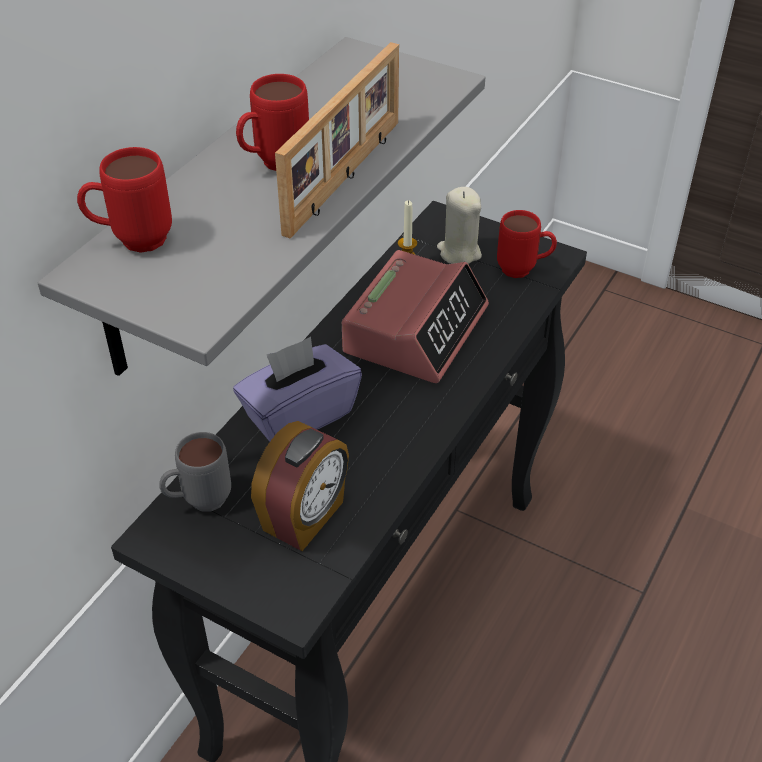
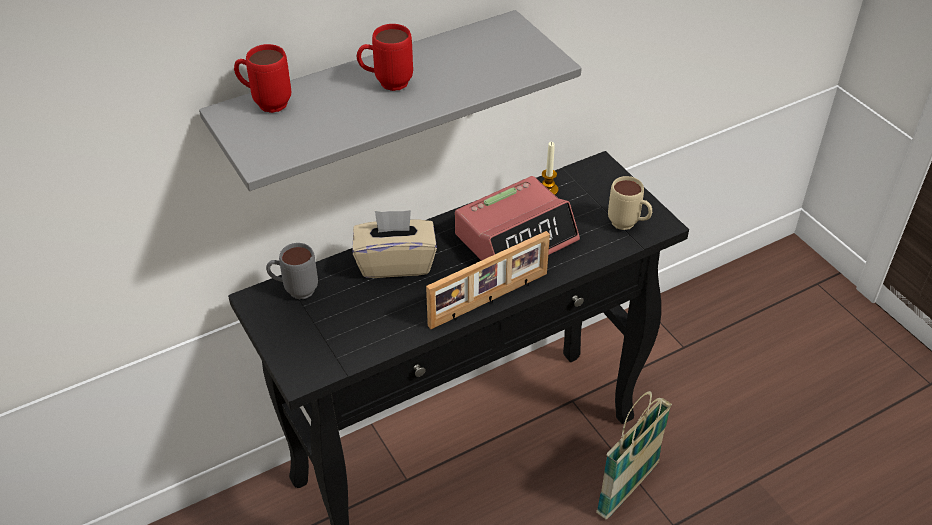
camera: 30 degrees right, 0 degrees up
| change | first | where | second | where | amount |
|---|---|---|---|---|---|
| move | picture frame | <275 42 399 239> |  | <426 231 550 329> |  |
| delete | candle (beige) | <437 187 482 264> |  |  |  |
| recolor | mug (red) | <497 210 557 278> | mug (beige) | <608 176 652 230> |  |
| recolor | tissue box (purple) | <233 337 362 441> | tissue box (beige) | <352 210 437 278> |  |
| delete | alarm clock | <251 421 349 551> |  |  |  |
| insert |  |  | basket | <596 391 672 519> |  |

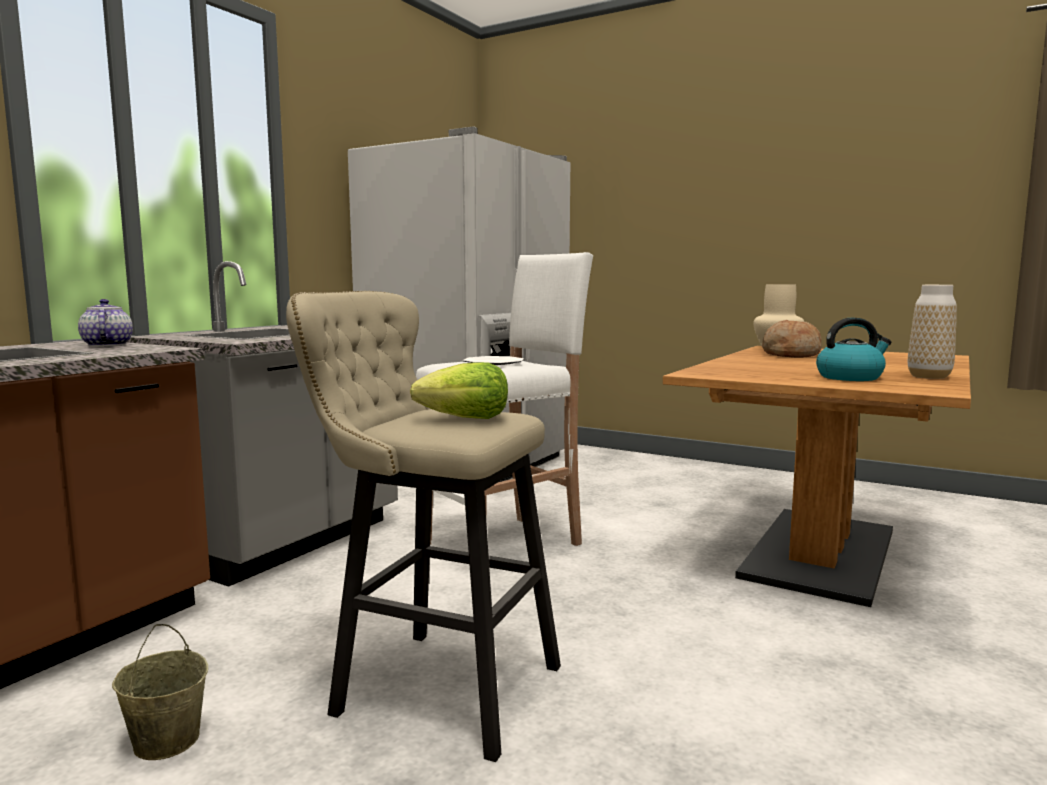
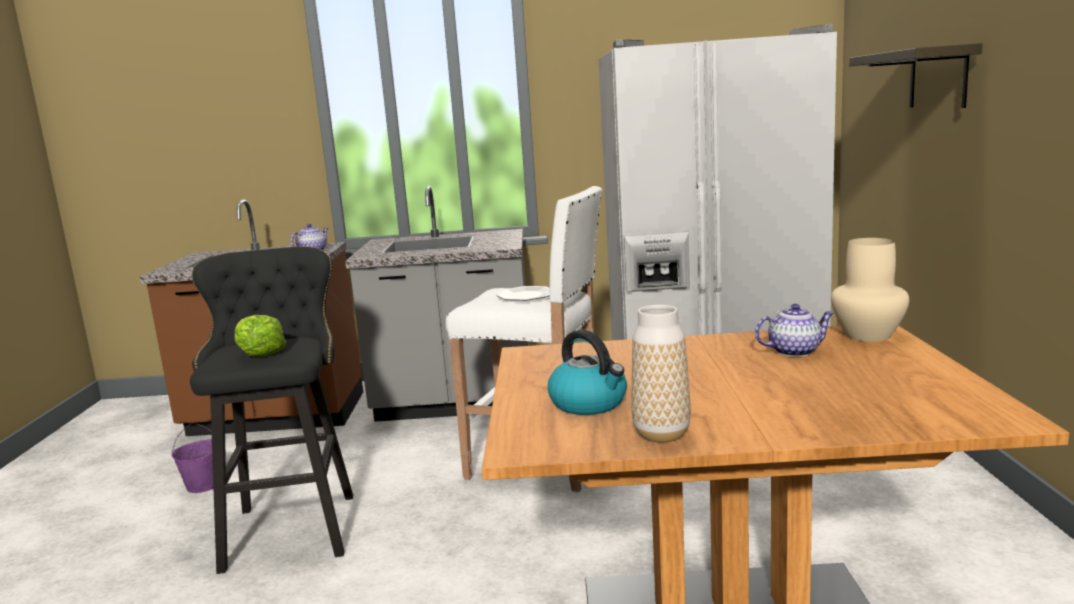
camera: 60 degrees right, 5 degrees up
| change | first | where | second | where | amount |
|---|---|---|---|---|---|
| recolor | stool (beige) | <286 291 561 762> | stool (black) | <190 246 353 574> |  |
| replace | bread | <762 320 822 358> | teapot | <755 304 834 357> |  |
| recolor | bucket (beige) | <112 624 208 760> | bucket (purple) | <172 423 213 493> |  |
| insert |  |  | shelf | <849 43 982 108> |  |

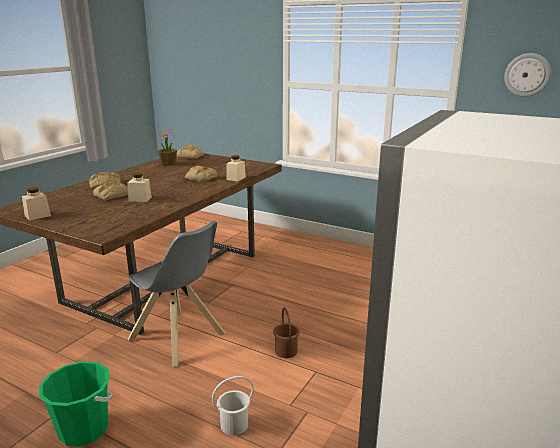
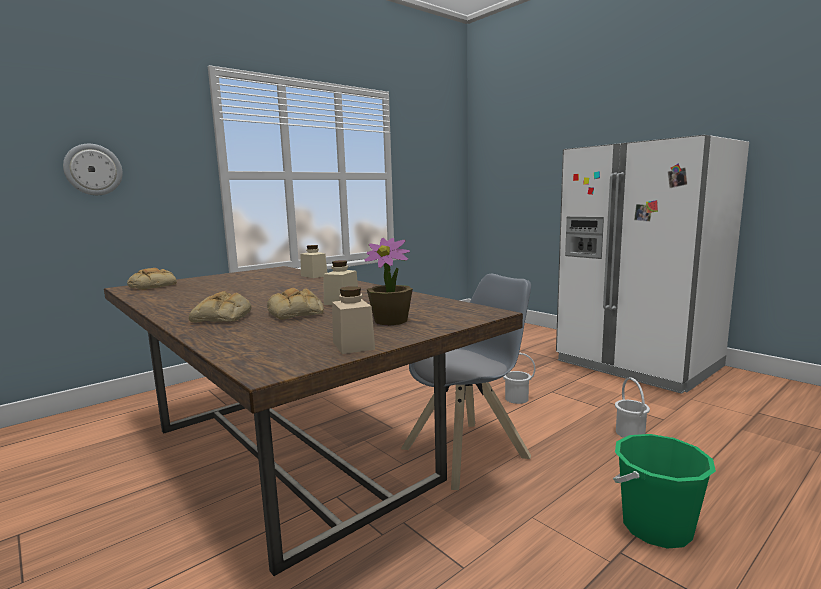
camera: 70 degrees left, 10 degrees down
| change | first | where | second | where | amount |
|---|---|---|---|---|---|
| move | wall clock | <504 53 551 97> |  | <63 144 123 195> |  |
| move | potted plant | <157 130 177 166> |  | <365 238 413 326> |  |
| delete | bread | <185 166 218 182> |  |  |  |
| recolor | bucket (brown) | <273 308 300 358> | bucket (white) | <503 353 535 404> |  |

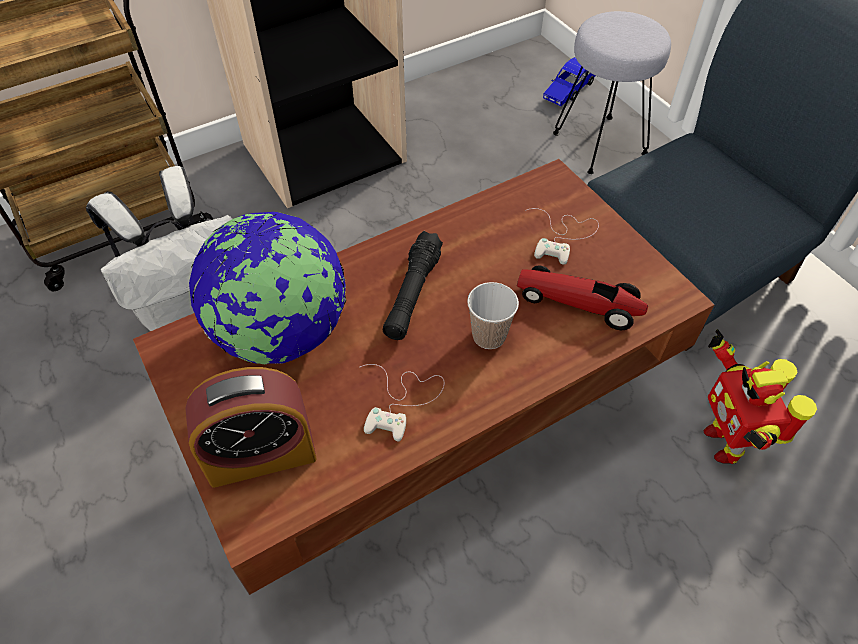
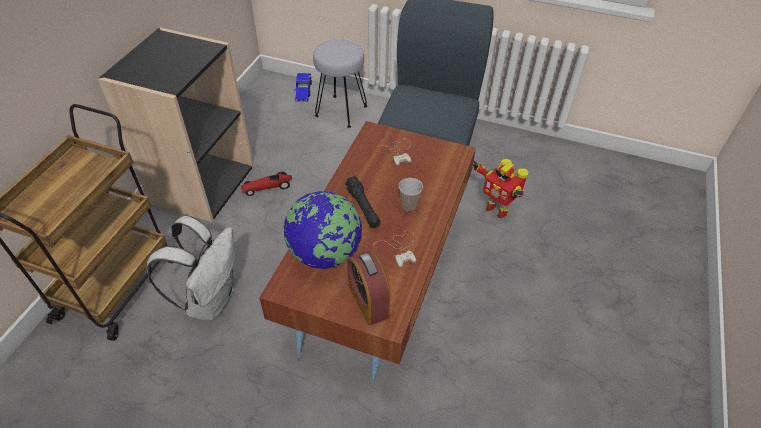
camera: 40 degrees left, 5 degrees down
| change | first | where | second | where | amount |
|---|---|---|---|---|---|
| move | toy car | <517 265 648 330> |  | <241 171 292 196> |  |
| rotate | alarm clock | <185 367 316 488> |  | <347 251 390 326> | 120 degrees clockwise |

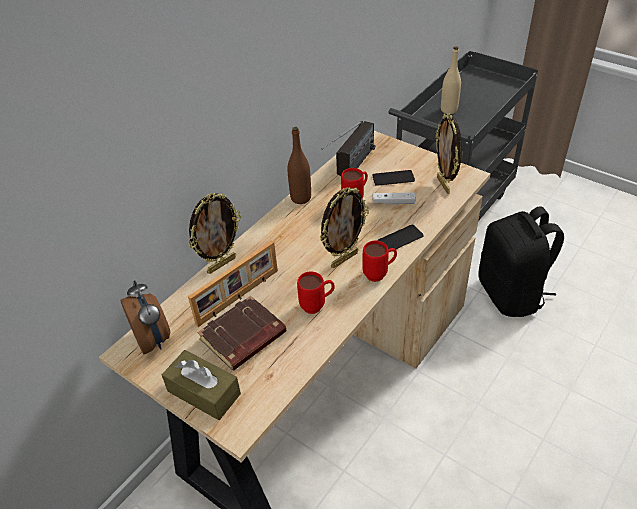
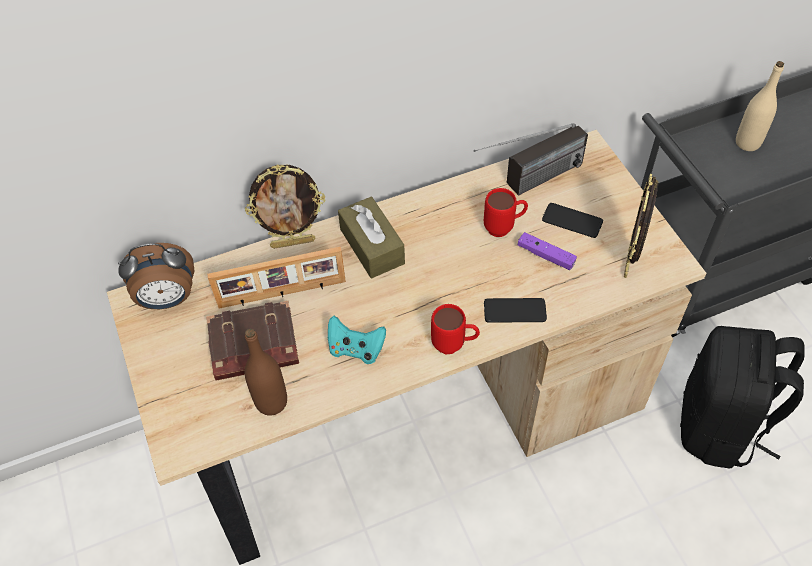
camera: 30 degrees right, 10 degrees up
| change | first | where | second | where | amount |
|---|---|---|---|---|---|
| move | bottle (brown) | <288 127 311 204> |  | <245 329 287 416> |  |
| delete | picture frame | <320 187 369 268> |  |  |  |
| recolor | game controller (white) | <373 193 416 204> | game controller (purple) | <518 232 577 270> |  |
| replace | mug (red) | <297 271 335 314> | game controller (turquoise) | <328 316 386 364> |  |
| rotate | alarm clock | <120 281 170 355> |  | <118 243 195 309> | 75 degrees clockwise |
| move | tissue box (brown) | <162 350 241 420> |  | <338 197 405 278> |  |

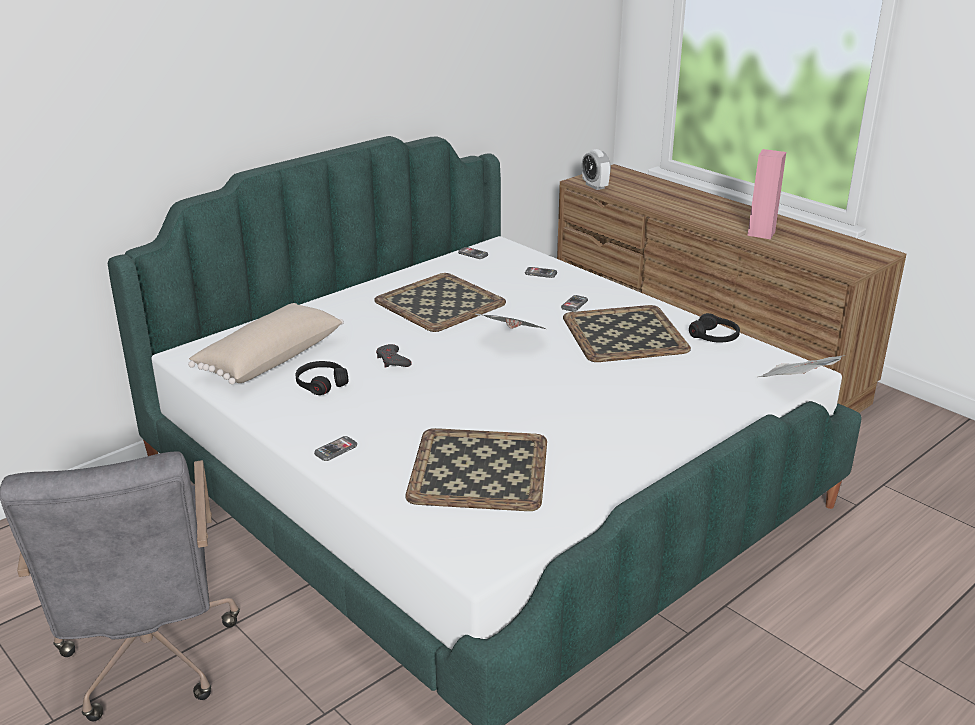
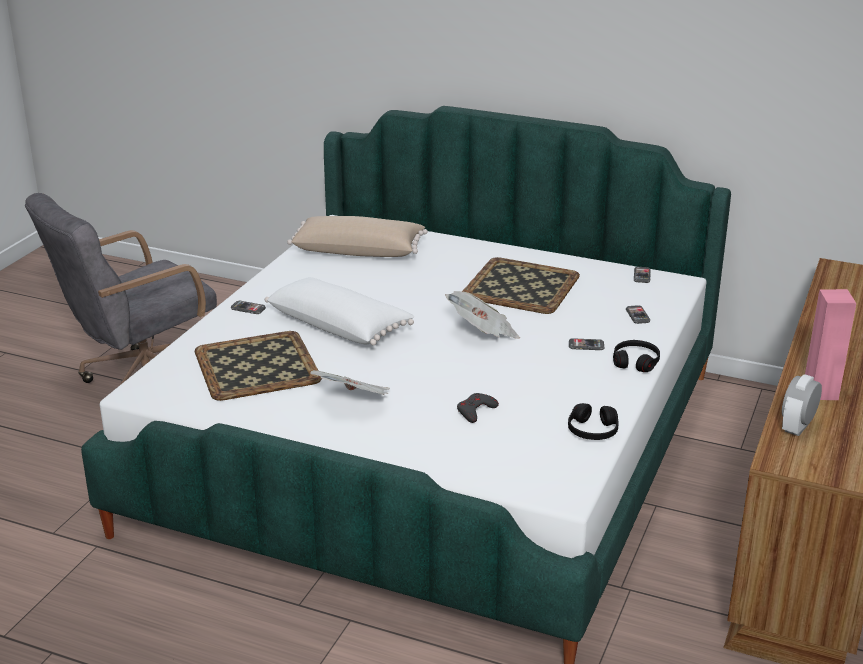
camera: 65 degrees right, 0 degrees up
| change | first | where | second | where | amount |
|---|---|---|---|---|---|
| move | alarm clock | <582 149 611 190> |  | <782 374 822 436> |  |
| delete | tray | <563 305 691 362> |  |  |  |
| move | game controller (grey) | <376 344 412 368> |  | <457 393 499 423> |  |
| move | newspaper | <759 355 845 377> |  | <310 370 390 395> |  |
| move | headphones (black) | <296 361 348 395> |  | <613 340 660 372> |  |
| insert |  |  | pillow (white) | <265 277 414 345> |  |

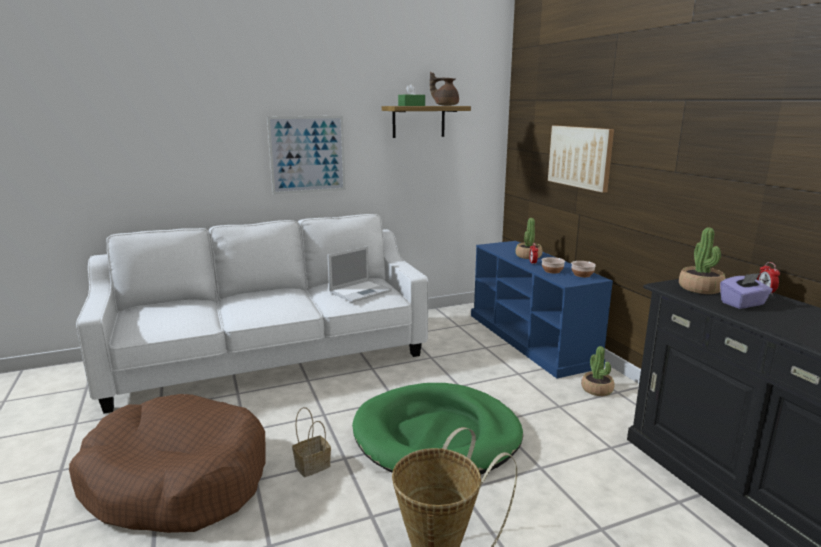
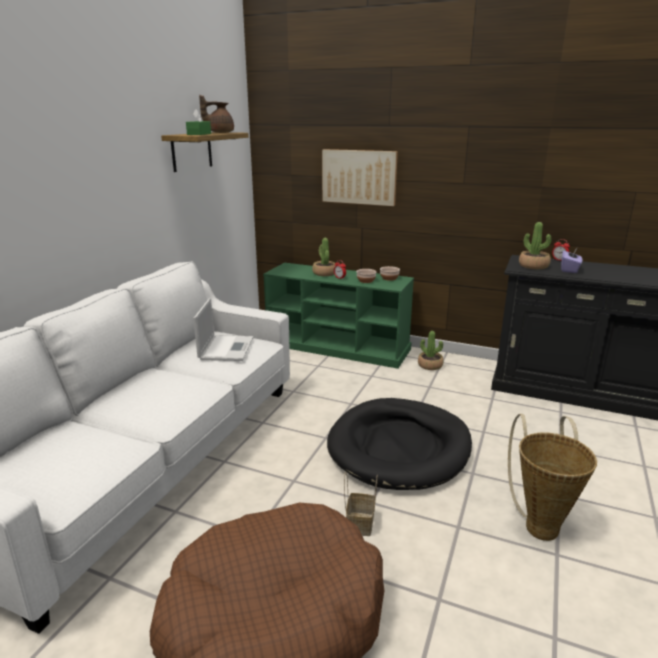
camera: 45 degrees left, 5 degrees up
| change | first | where | second | where | amount |
|---|---|---|---|---|---|
| delete | picture | <267 116 345 194> |  |  |  |
| recolor | tv stand (blue) | <471 241 613 378> | tv stand (green) | <263 263 414 369> |  |
| recolor | dog bed (green) | <352 383 523 474> | dog bed (black) | <327 398 472 490> |  |

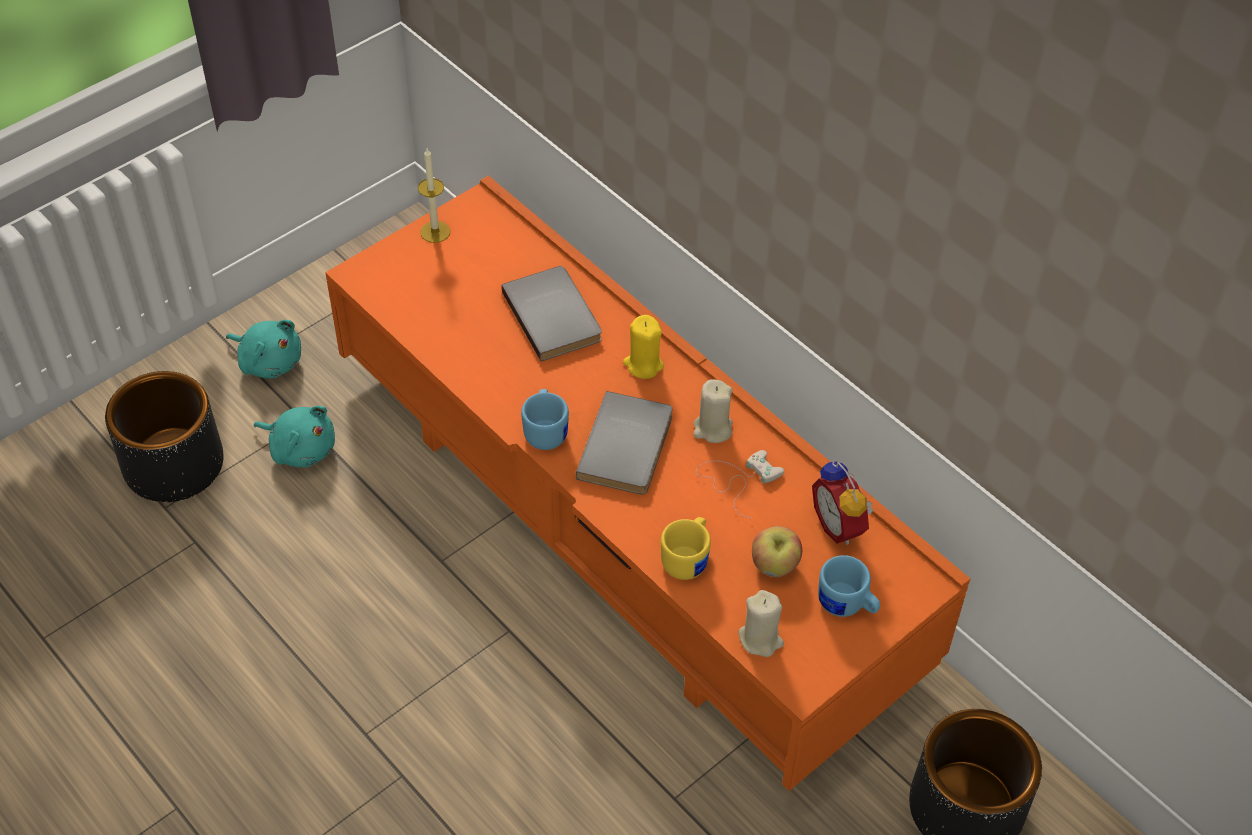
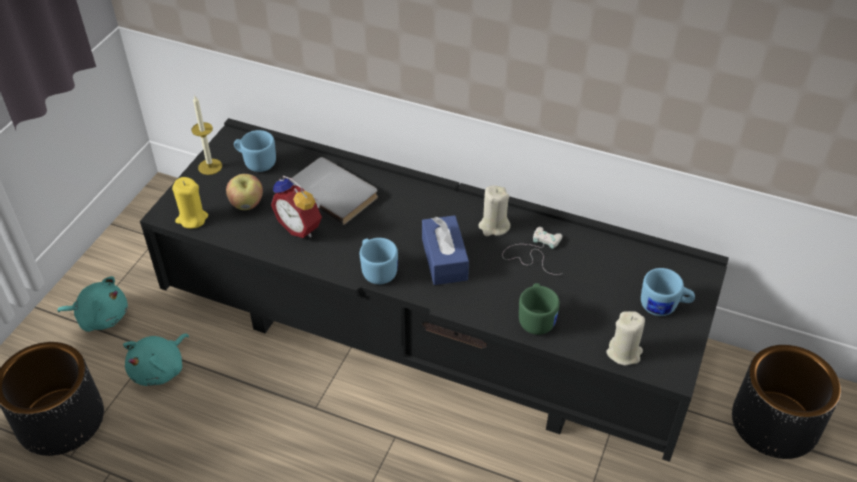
camera: 25 degrees left, 5 degrees down
| change | first | where | second | where | amount |
|---|---|---|---|---|---|
| recolor | tv stand (orange) | <325 175 970 791> | tv stand (black) | <140 118 729 462> |  |
| move | candle (yellow) | <623 315 664 379> |  | <172 177 208 229> |  |
| replace | book (grey) | <576 391 672 495> | tissue box (blue) | <422 215 469 285> |  |
| rotate | plush toy (turquoise) | <254 406 335 467> |  | <123 334 189 386> | 120 degrees clockwise |
| move | alarm clock | <812 461 874 545> |  | <271 176 322 238> |  |
| recolor | mug (yellow) | <661 517 711 580> | mug (green) | <519 283 560 335> |  |
| move | apple | <752 526 802 577> |  | <226 174 263 210> |  |
| insert |  |  | mug (blue) | <234 130 276 172> |  |

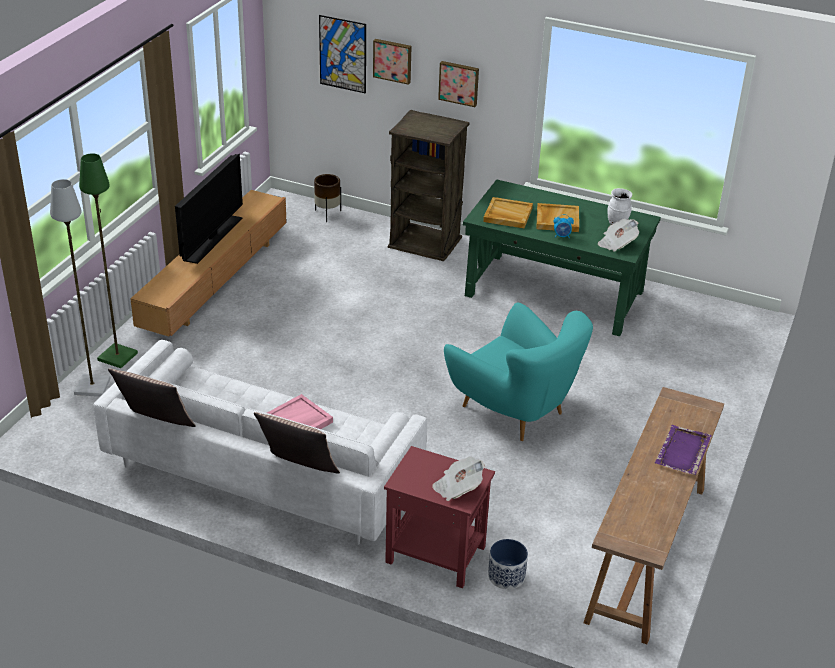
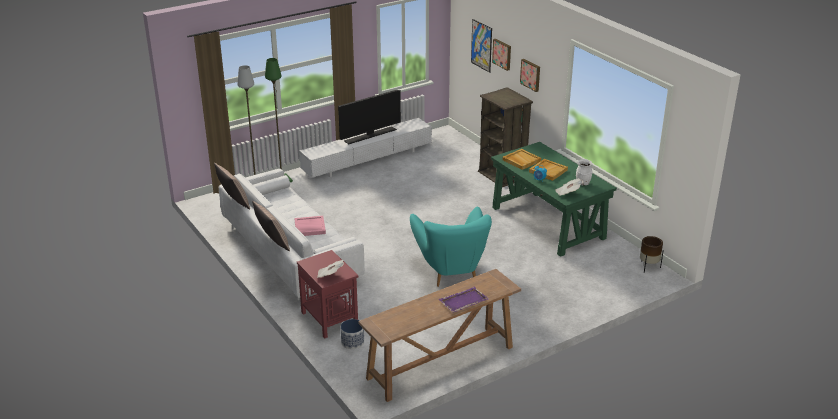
camera: 35 degrees right, 5 degrees down
| change | first | where | second | where | amount |
|---|---|---|---|---|---|
| move | planter (brown) | <314 174 341 222> |  | <640 236 664 273> |  |
| recolor | tv stand (brown) | <130 190 286 337> | tv stand (white) | <299 118 432 178> |  |

